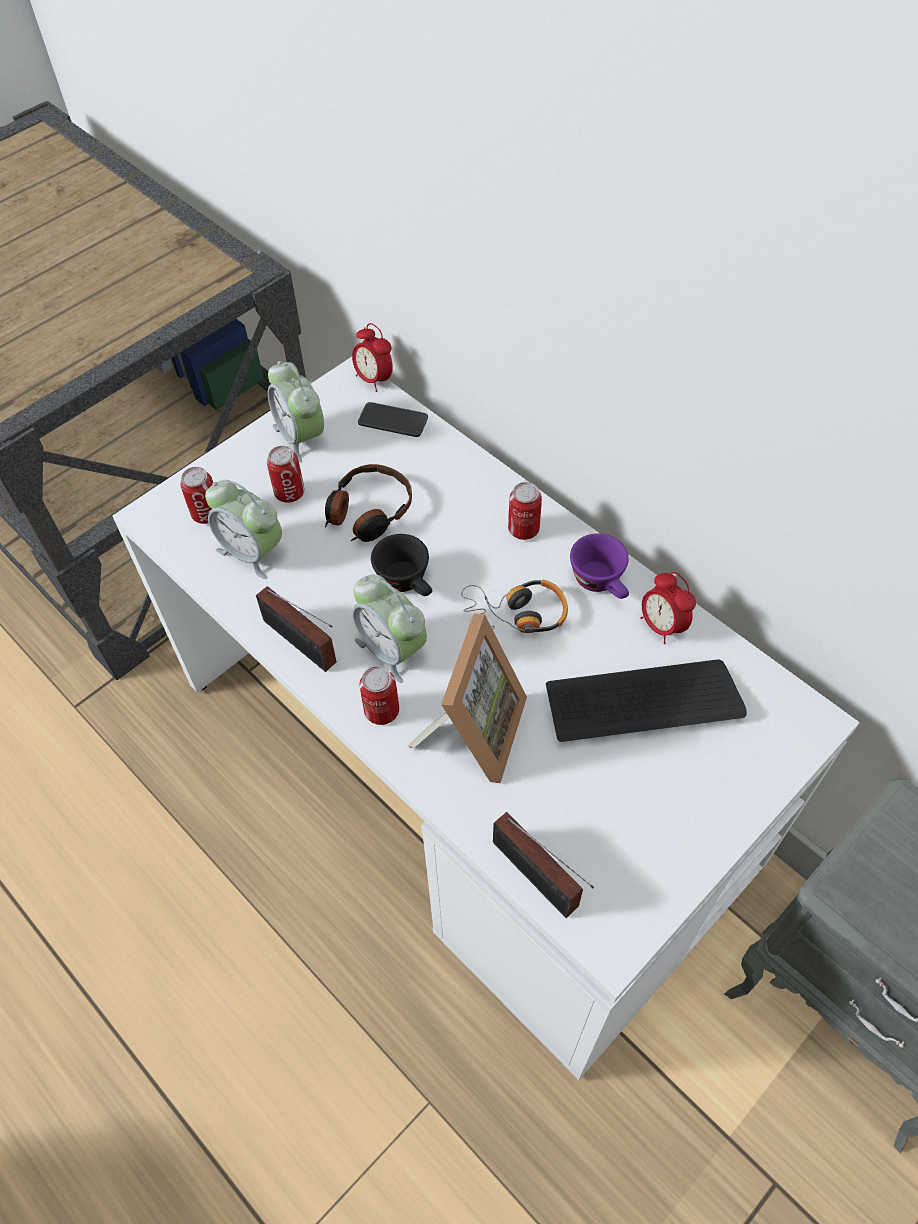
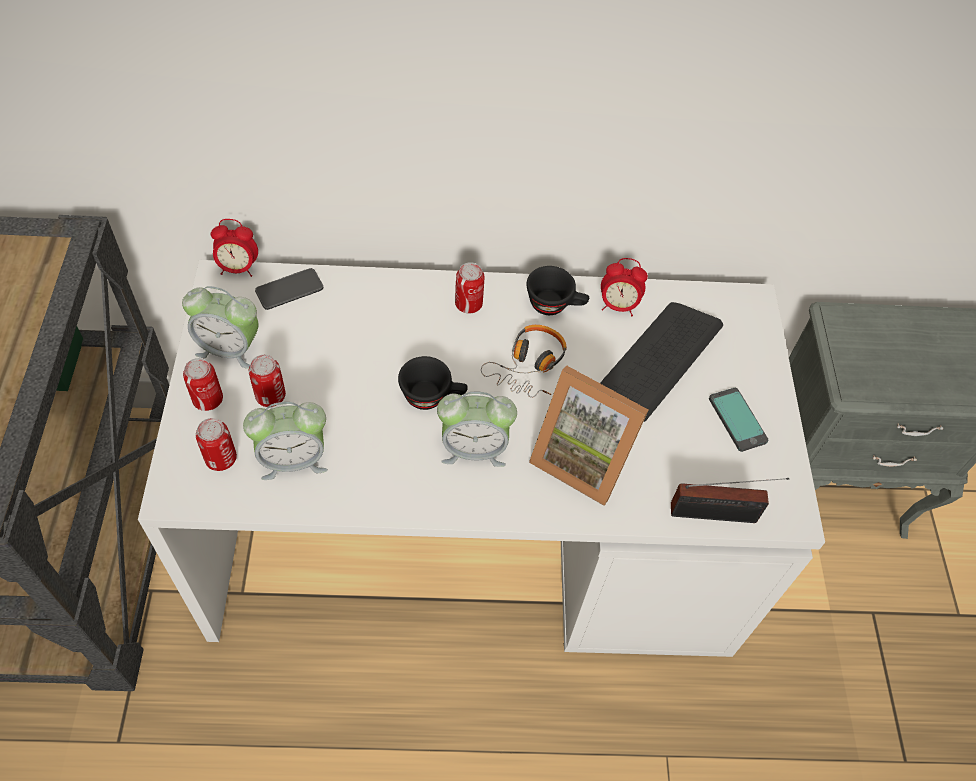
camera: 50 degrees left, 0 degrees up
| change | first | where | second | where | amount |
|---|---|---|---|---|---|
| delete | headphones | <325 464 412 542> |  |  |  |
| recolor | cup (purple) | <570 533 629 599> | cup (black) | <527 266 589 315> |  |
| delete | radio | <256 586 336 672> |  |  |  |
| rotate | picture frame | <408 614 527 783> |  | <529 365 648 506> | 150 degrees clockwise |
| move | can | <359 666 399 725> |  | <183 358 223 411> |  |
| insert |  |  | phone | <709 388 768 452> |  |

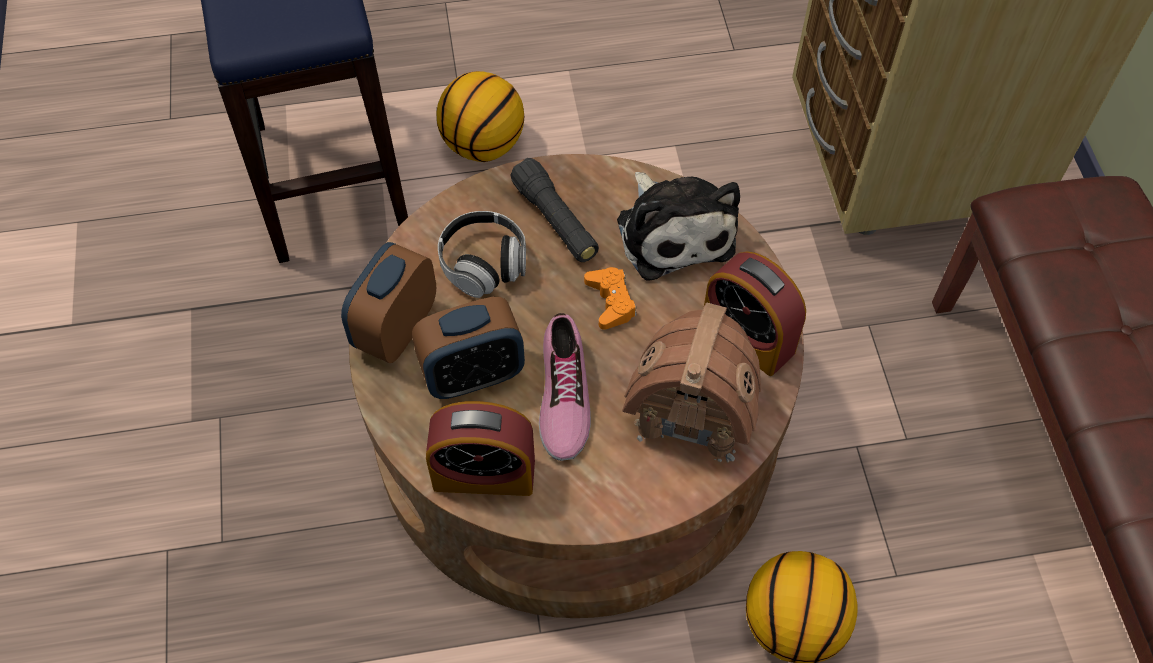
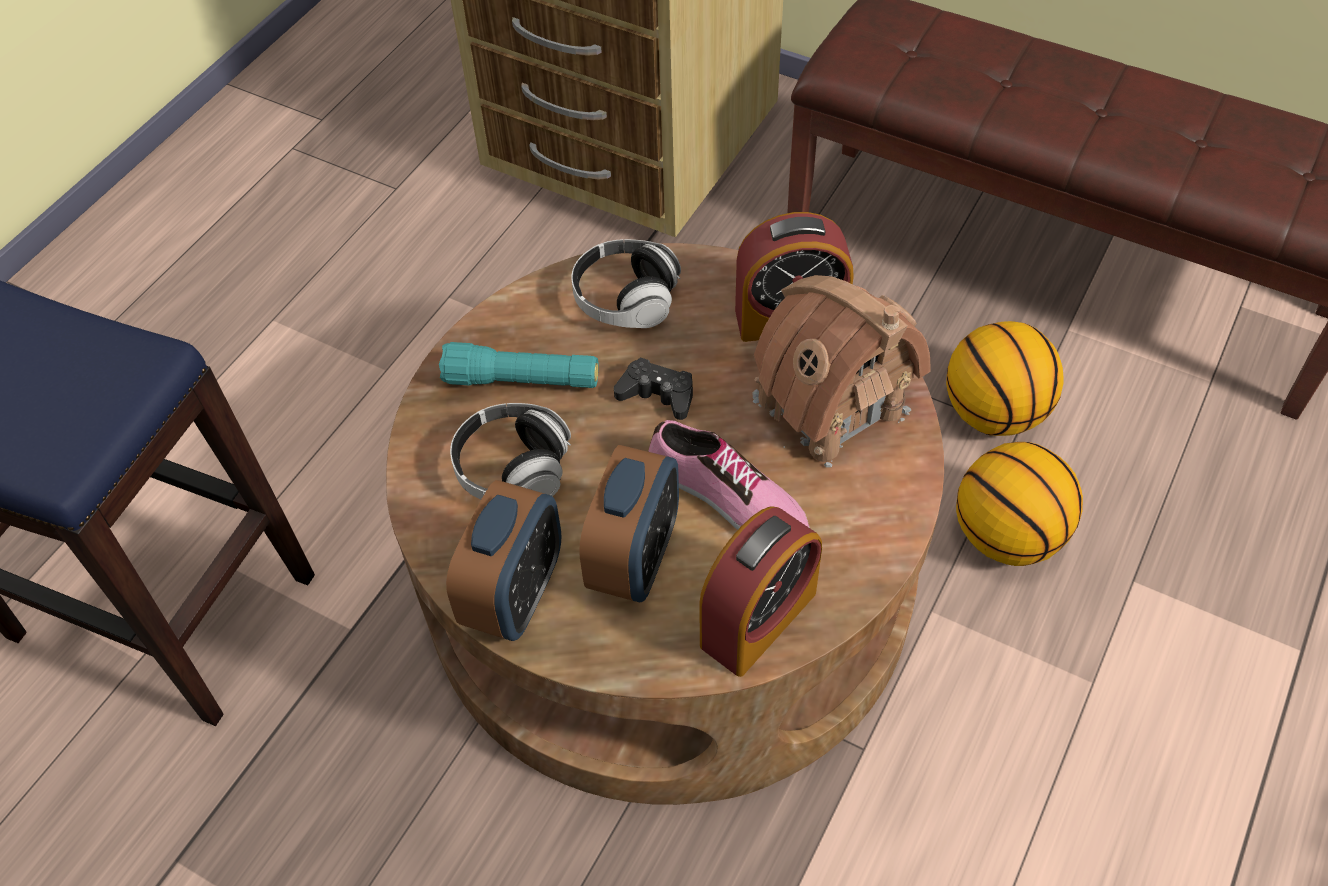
camera: 50 degrees left, 5 degrees down
| change | first | where | second | where | amount |
|---|---|---|---|---|---|
| move | basketball | <437 71 524 162> |  | <946 321 1064 436> |  |
| recolor | flashlight (black) | <510 158 599 262> | flashlight (turquoise) | <439 342 599 388> |  |
| replace | plush toy | <617 172 740 280> | headphones | <571 239 681 328> |  |
| rotate | alarm clock | <341 242 436 363> |  | <446 480 561 641> | 135 degrees counterclockwise |
| recolor | game controller (orange) | <584 267 637 330> | game controller (black) | <614 357 693 420> |  |

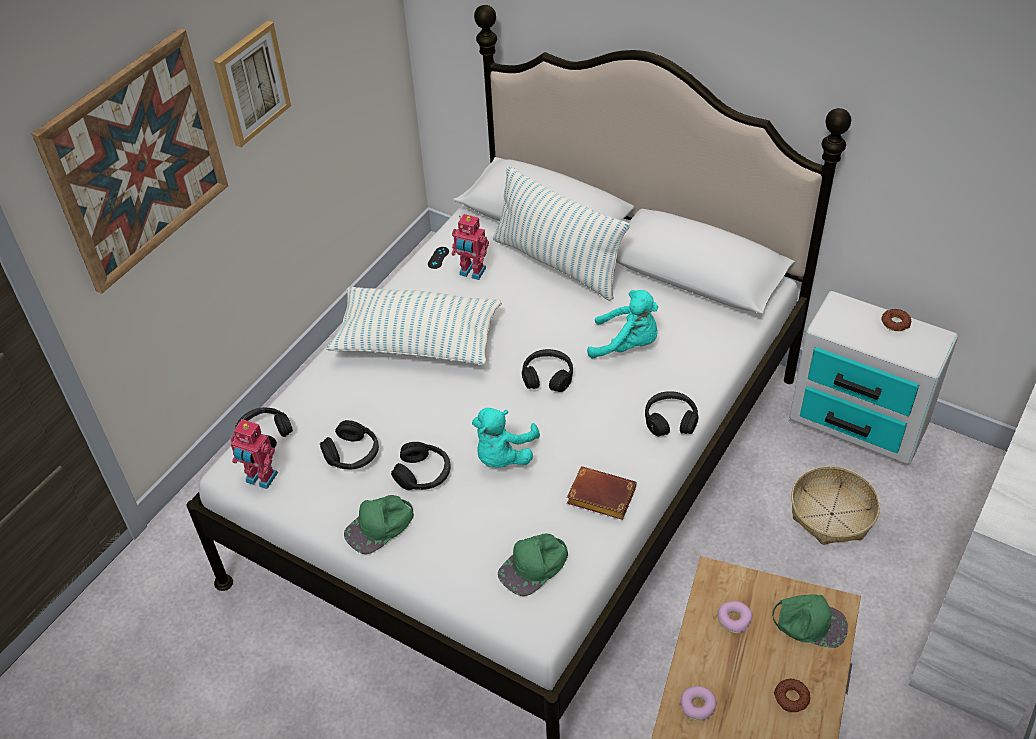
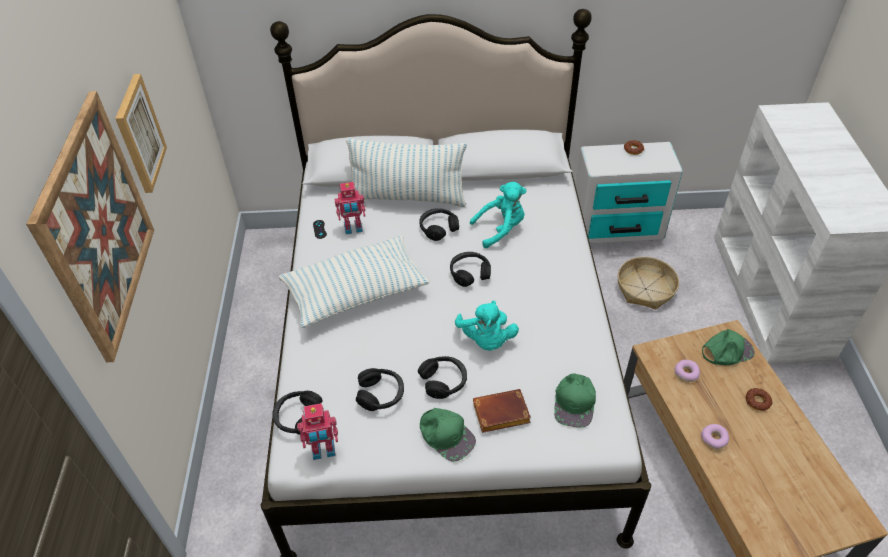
camera: 35 degrees left, 0 degrees up
| change | first | where | second | where | amount |
|---|---|---|---|---|---|
| move | headphones (black) | <645 391 699 436> |  | <419 208 459 241> |  |
| move | book (brown) | <567 466 637 520> |  | <473 389 531 433> |  |
| rotate | cap (green) | <344 495 414 554> |  | <420 408 476 462> | 60 degrees counterclockwise |

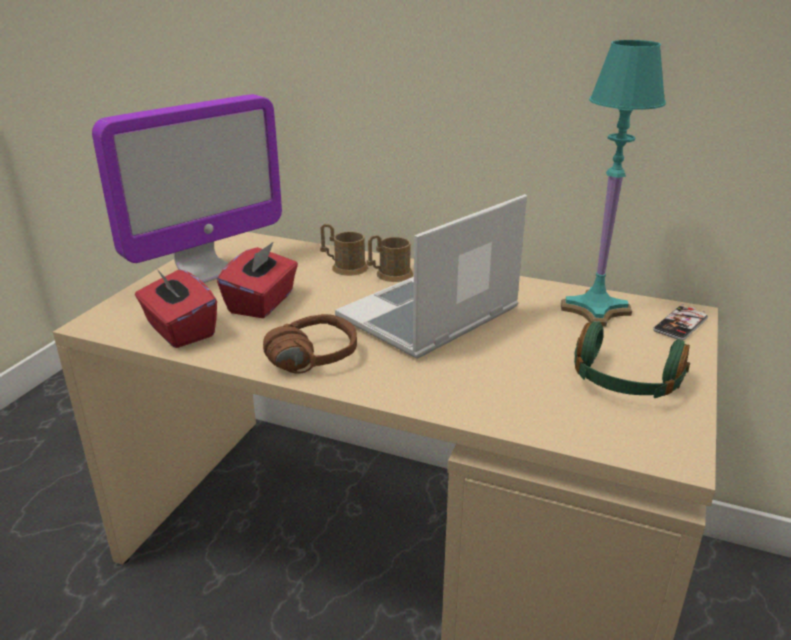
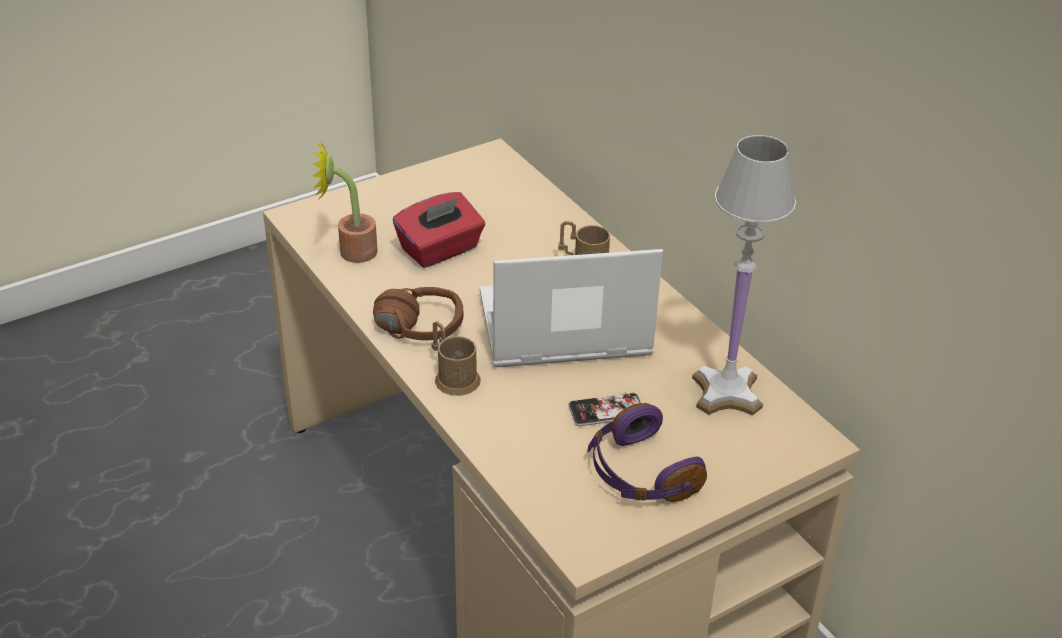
camera: 35 degrees right, 10 degrees up
| change | first | where | second | where | amount |
|---|---|---|---|---|---|
| recolor | table lamp (turquoise) | <561 40 666 327> | table lamp (white) | <692 135 796 415> |  |
| delete | monitor | <92 94 282 283> |  |  |  |
| move | mug (brown) | <320 224 368 276> |  | <431 321 481 396> |  |
| replace | tissue box (red) | <135 269 217 348> | potted plant | <313 139 378 263> |  |
| move | phone | <653 304 708 340> |  | <568 392 641 426> |  |
| recolor | headphones (green) | <574 321 690 398> | headphones (purple) | <587 403 707 502> |  |

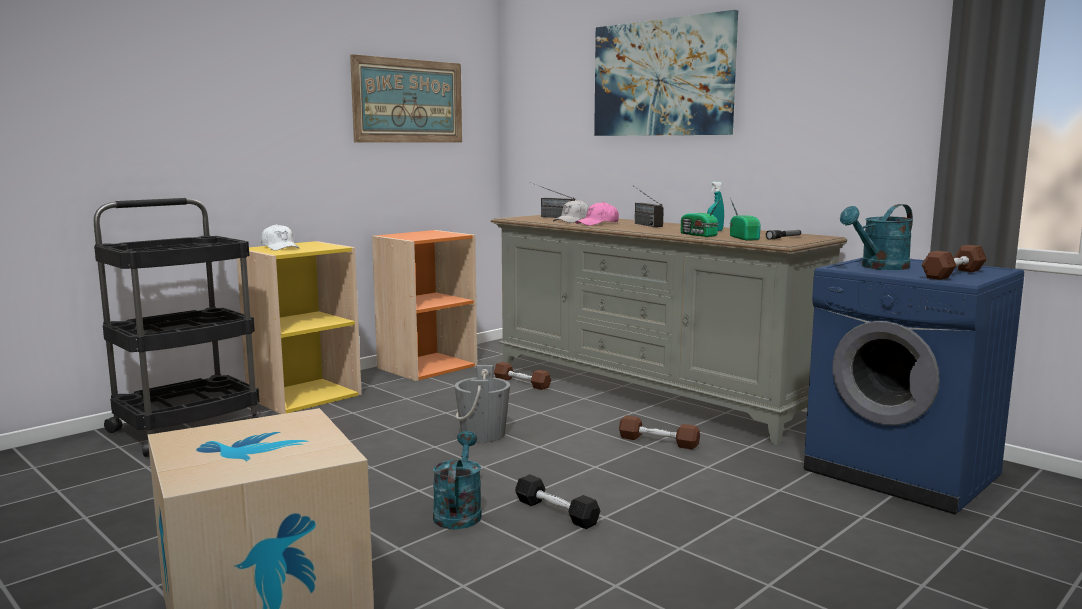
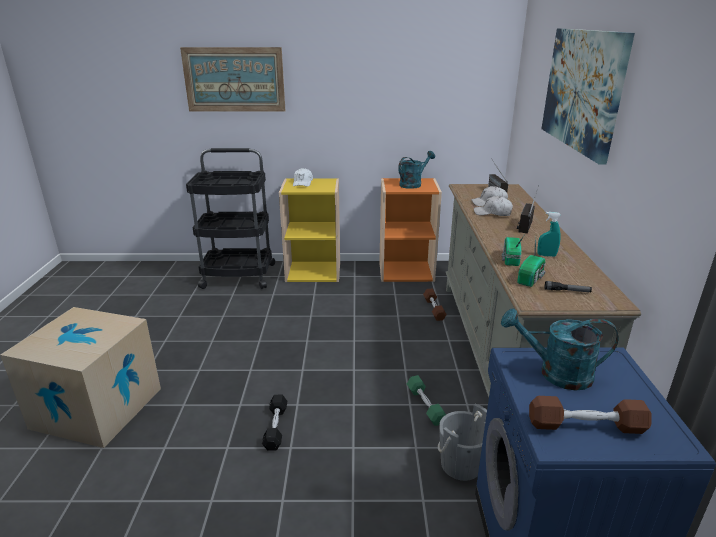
camera: 45 degrees right, 15 degrees up
| change | first | where | second | where | amount |
|---|---|---|---|---|---|
| move | picture | <350 54 462 143> |  | <180 47 285 112> |  |
| recolor | cap (pink) | <575 202 619 226> | cap (white) | <474 196 513 216> |  |
| move | bucket (grey) | <455 365 510 442> |  | <438 403 487 481> |  |
| recolor | dumbbell (brown) | <619 415 700 450> | dumbbell (green) | <407 375 446 426> |  |
| move | watering can (turquoise) | <433 431 482 529> |  | <398 151 435 189> |  |

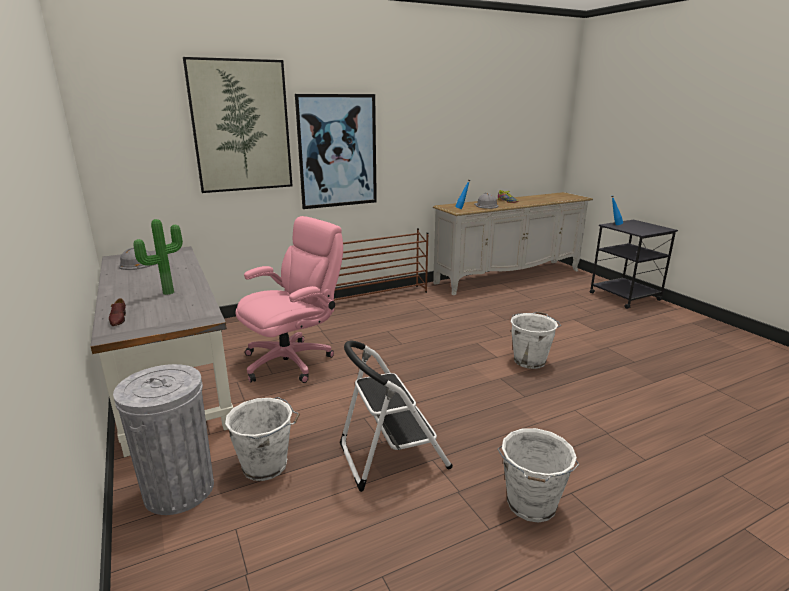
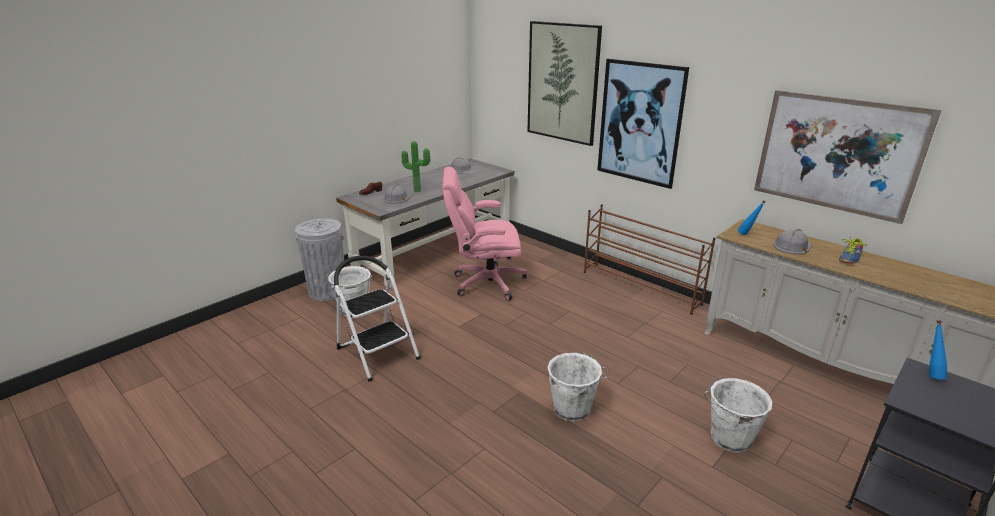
camera: 70 degrees right, 5 degrees up
| change | first | where | second | where | amount |
|---|---|---|---|---|---|
| rotate | office chair (pink) | <236 216 343 383> |  | <442 167 527 301> | 150 degrees clockwise |
| move | bucket (white) | <498 428 579 523> |  | <704 377 772 453> |  |
| insert |  |  | picture | <754 90 941 224> |  |
| insert |  |  | hard hat (grey) | <383 184 412 204> |  |

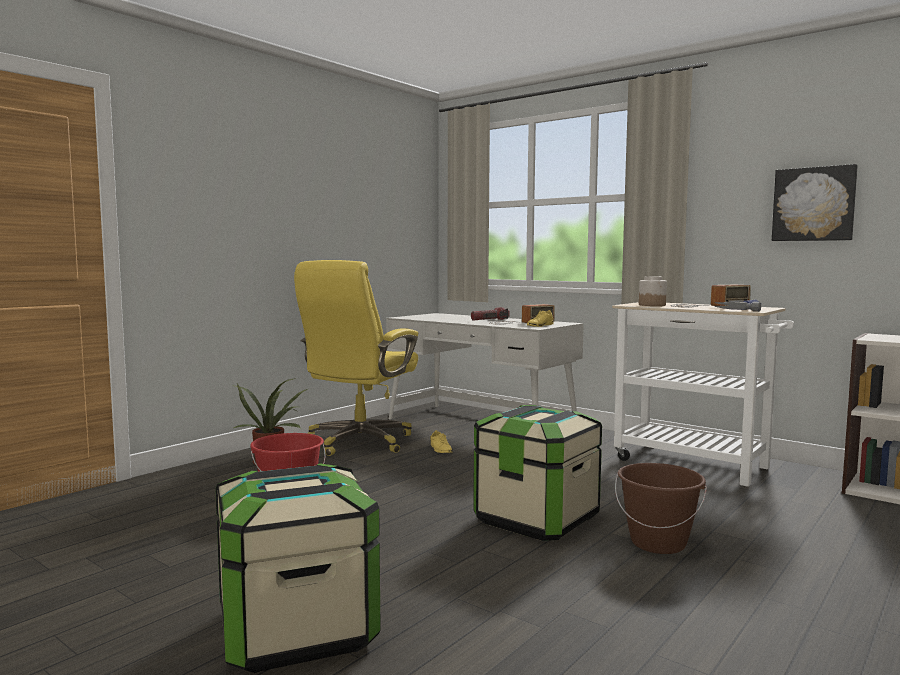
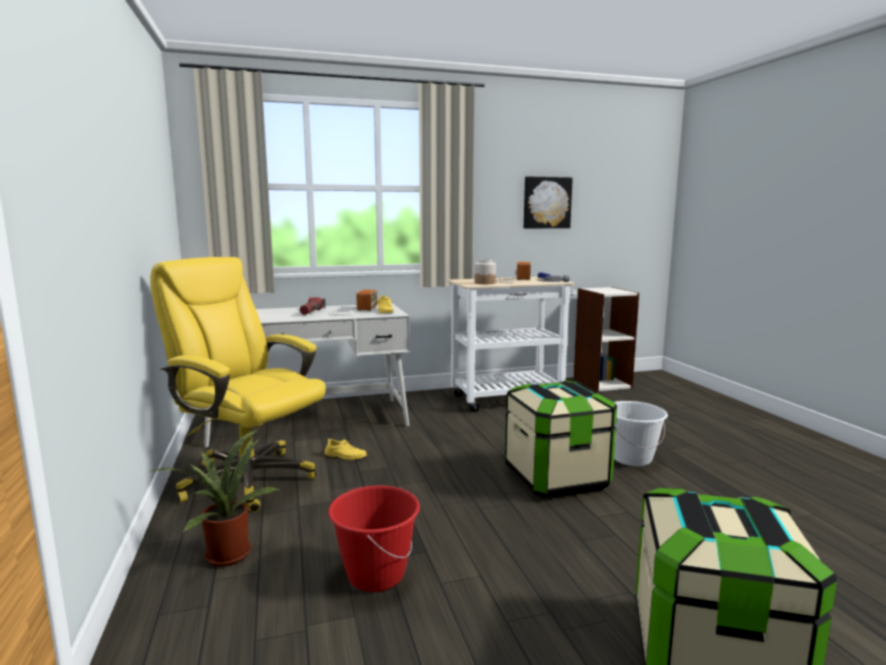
camera: 55 degrees left, 5 degrees up
| change | first | where | second | where | amount |
|---|---|---|---|---|---|
| rotate | office chair (yellow) | <294 260 418 456> |  | <150 257 326 512> | 150 degrees clockwise |
| recolor | bucket (brown) | <615 463 707 554> | bucket (white) | <614 401 668 466> |  |

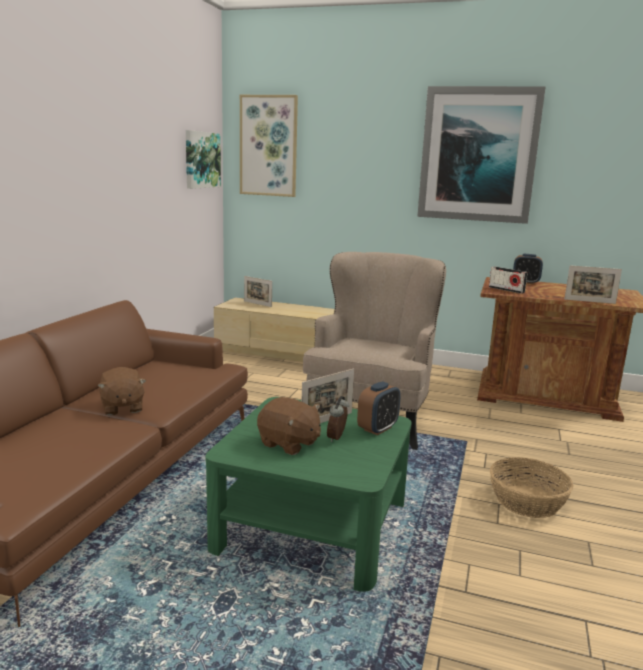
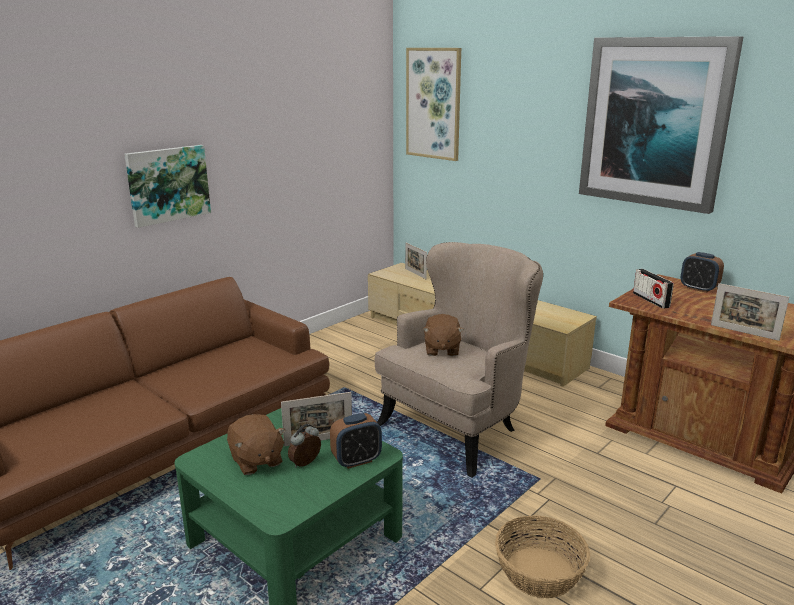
camera: 25 degrees right, 5 degrees up
| change | first | where | second | where | amount |
|---|---|---|---|---|---|
| move | picture | <186 130 221 189> |  | <124 145 211 228> |  |
| move | plush toy (brown) | <97 367 146 416> |  | <423 314 464 356> |  |

